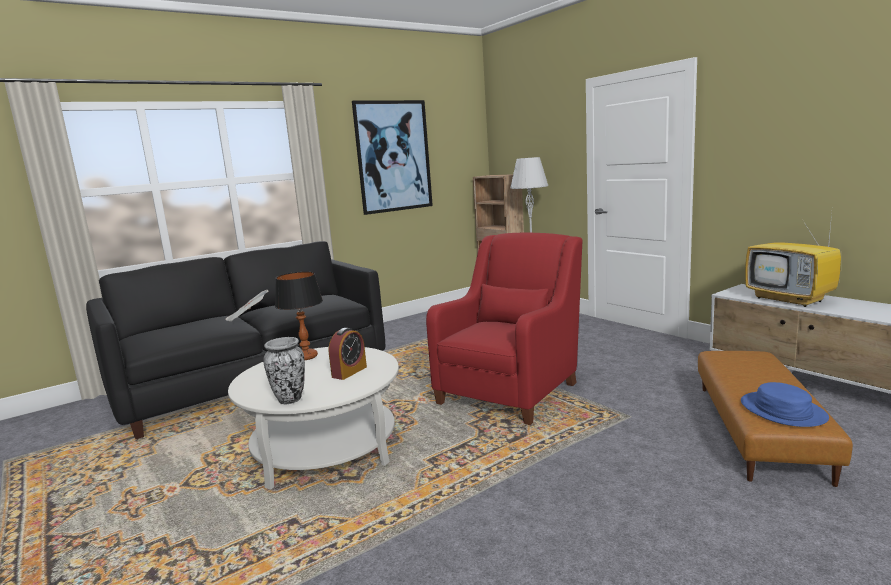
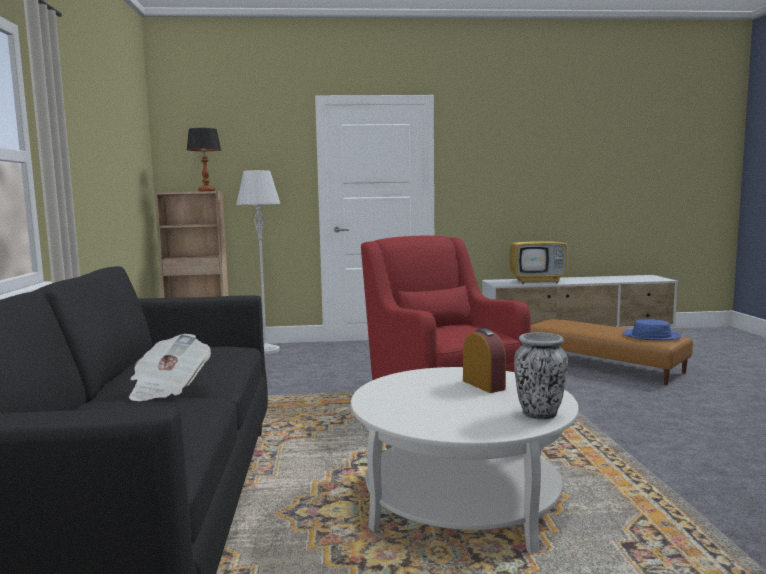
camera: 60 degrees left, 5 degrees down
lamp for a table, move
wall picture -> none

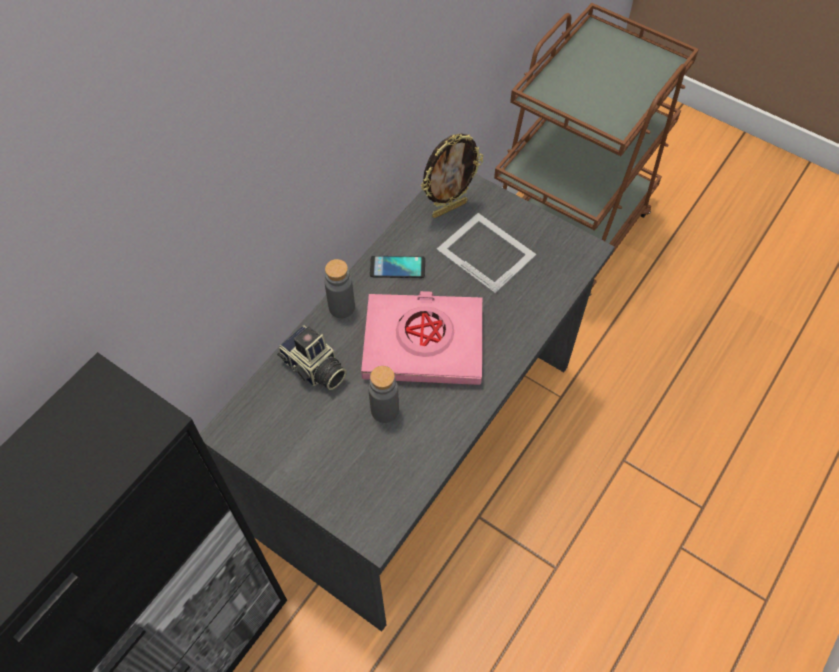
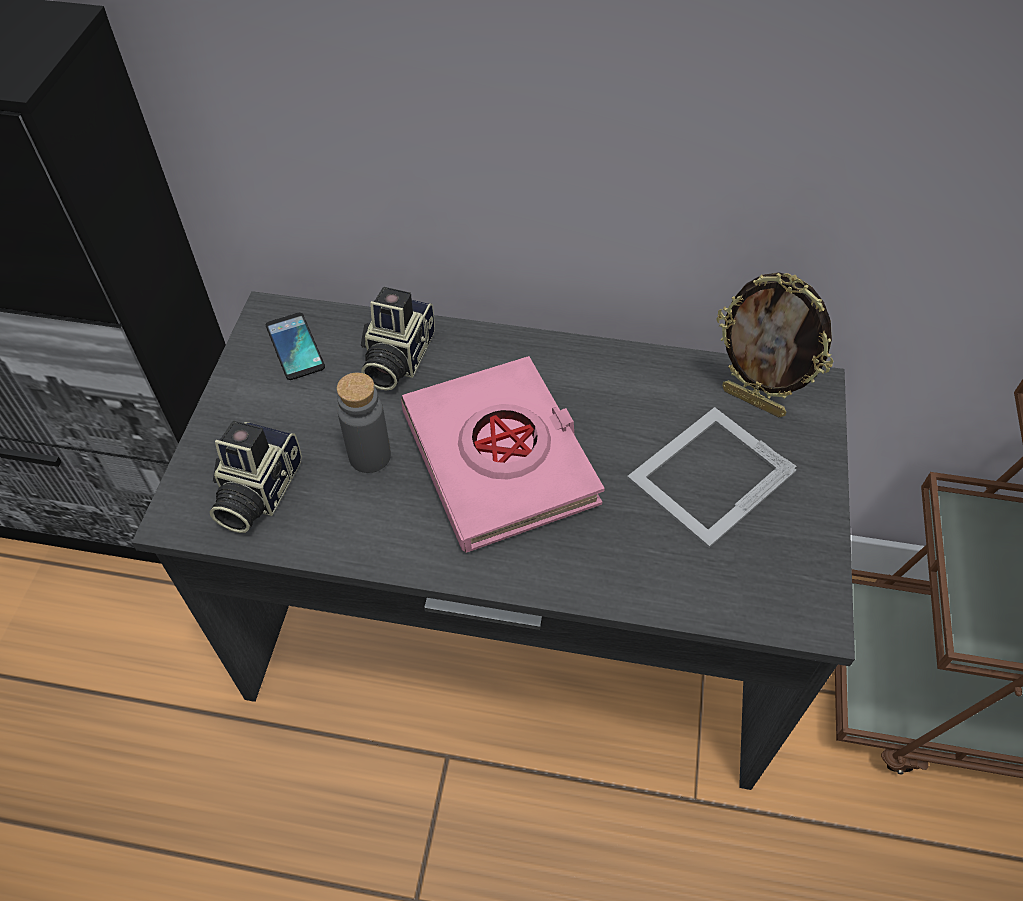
camera: 65 degrees right, 5 degrees down
greyish drink bottle (1st from left) -> none
phone, move
picture frame (2nd from left in the first image) -> picture frame (1st from left), 150 degrees counterclockwise
none -> photo camera (1st from left)

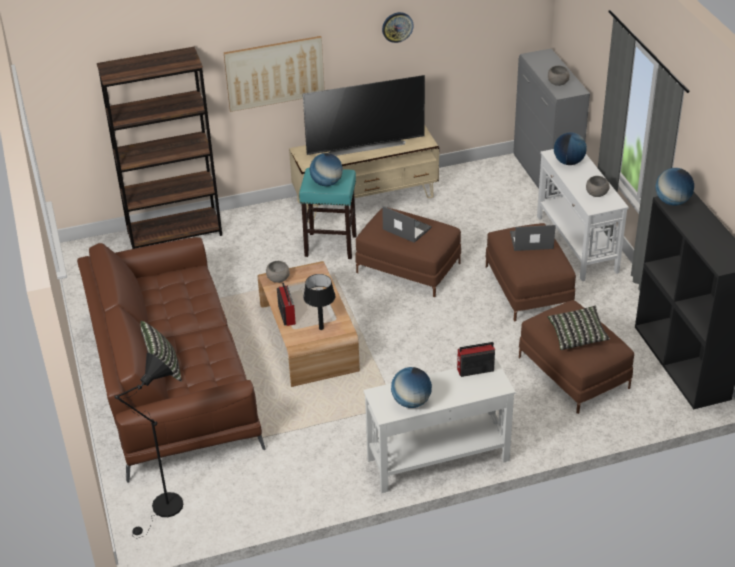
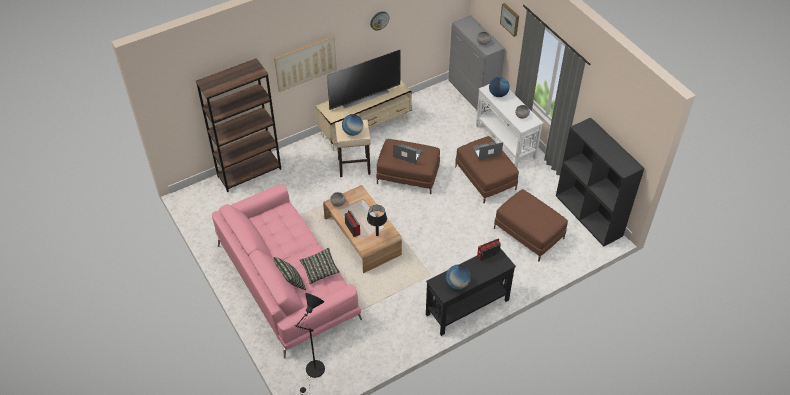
camera: 15 degrees left, 10 degrees up
brown-coloured couch -> pinkish couch
turquoise stool -> sand-coloured stool
whitish console table (1st from left) -> black-coloured console table
pillow (2nd from left), move
world globe (4th from left) -> none
none -> wall picture (2nd from left)

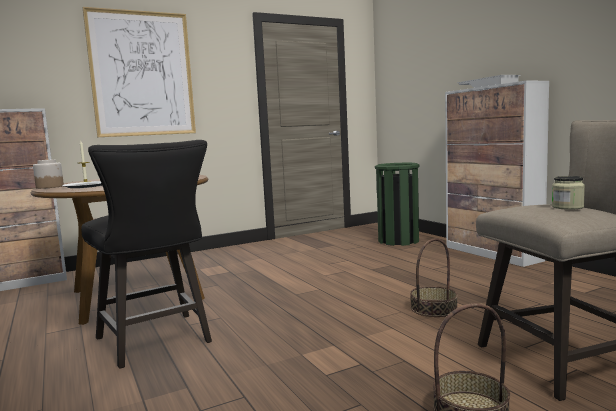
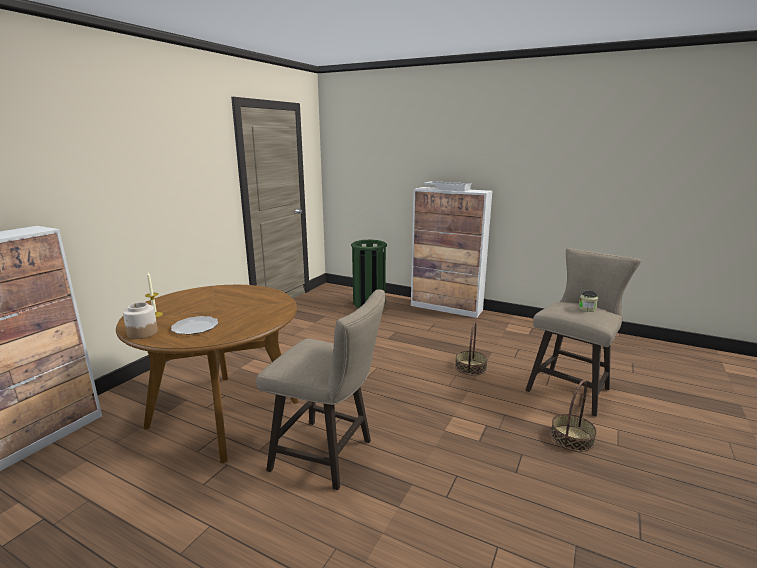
camera: 35 degrees left, 10 degrees up
black-coloured stool -> sand-coloured stool (1st from left)
wall picture -> none

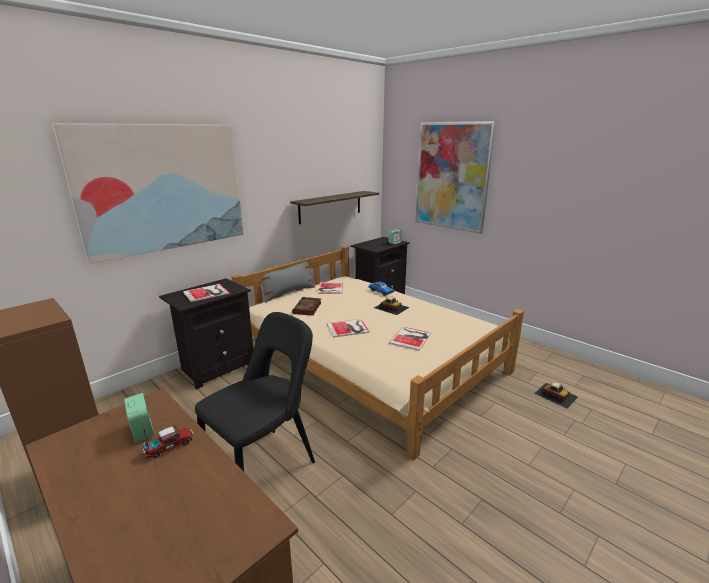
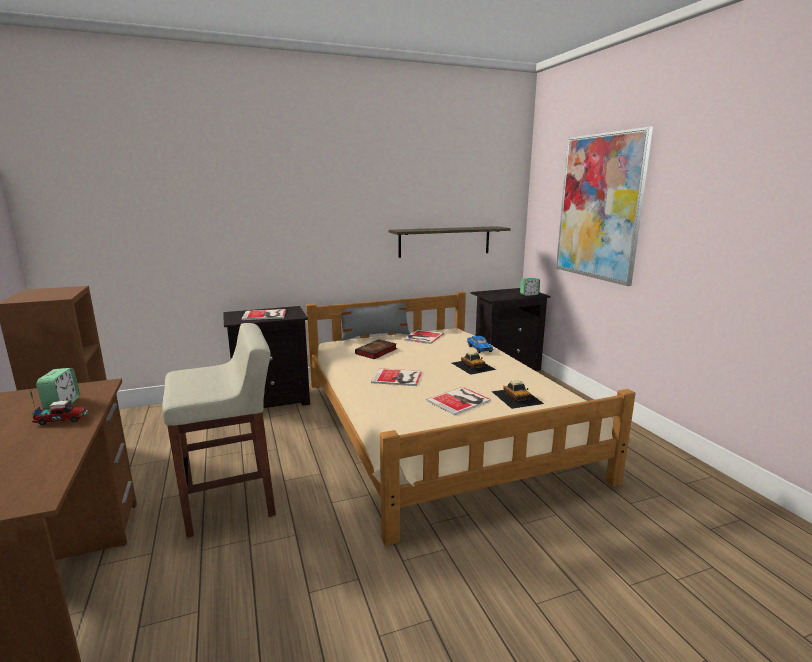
camera: 25 degrees right, 5 degrees down
wall picture (1st from left) -> none
black-coloured plain chair -> sand-coloured stool
toy car (3rd from left), move

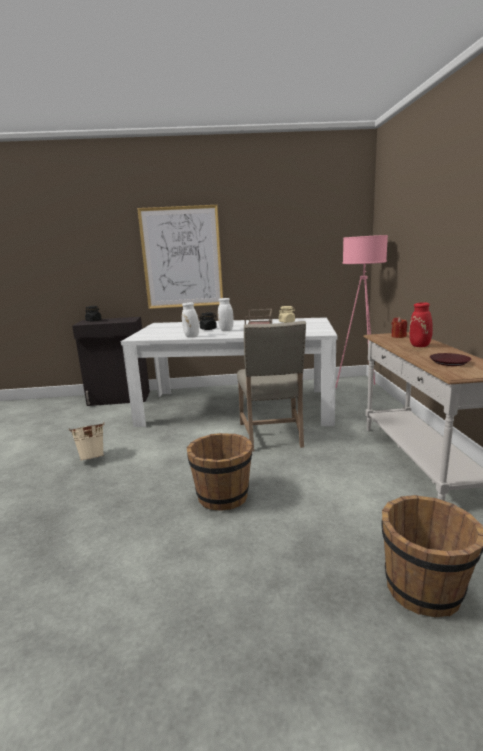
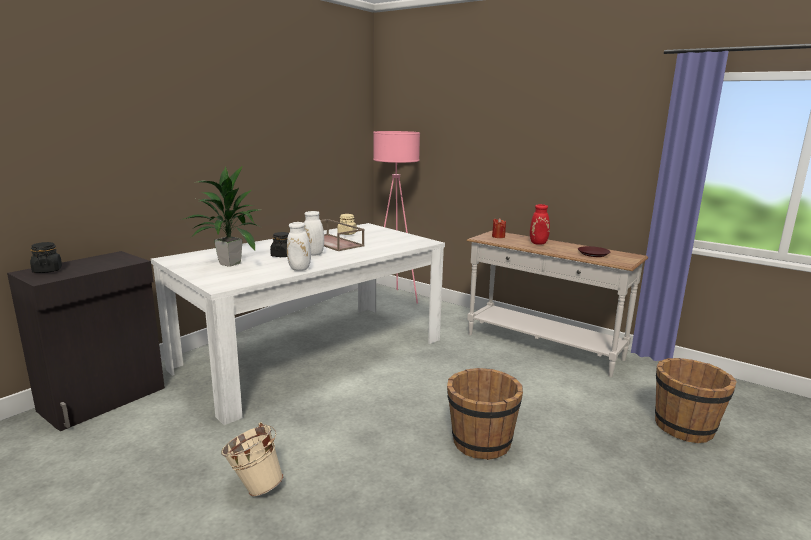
camera: 50 degrees left, 0 degrees up
wall picture -> none
sand-coloured plain chair -> none
none -> plant in a pot

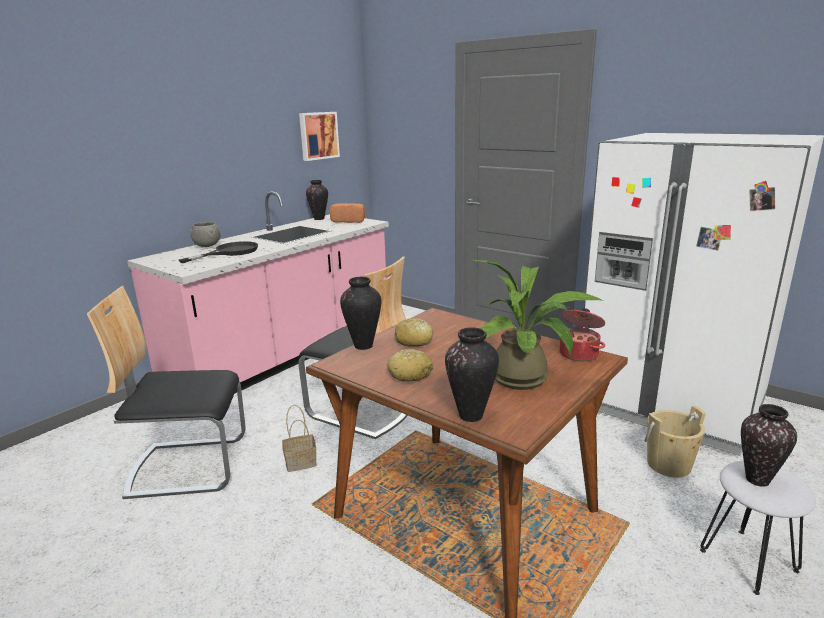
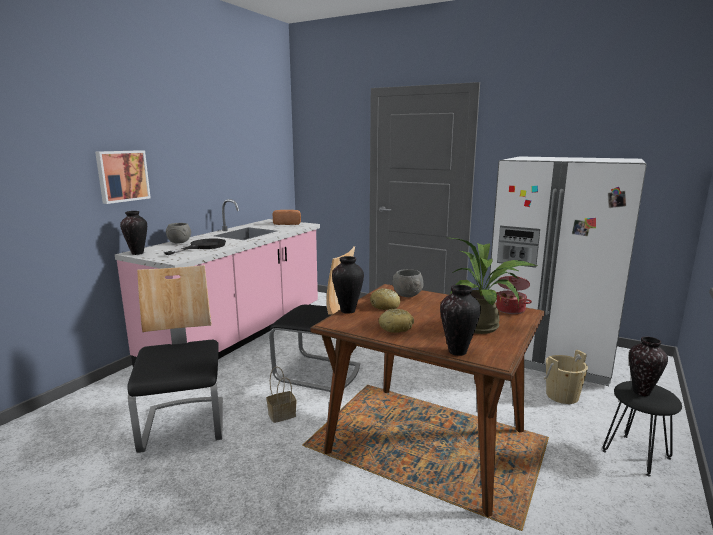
camera: 10 degrees left, 5 degrees down
plain chair (1st from left), 90 degrees clockwise
wall picture, move
flower vase (1st from left), move
whitish stool -> black-coloured stool
none -> greyish deep dish (2nd from left)

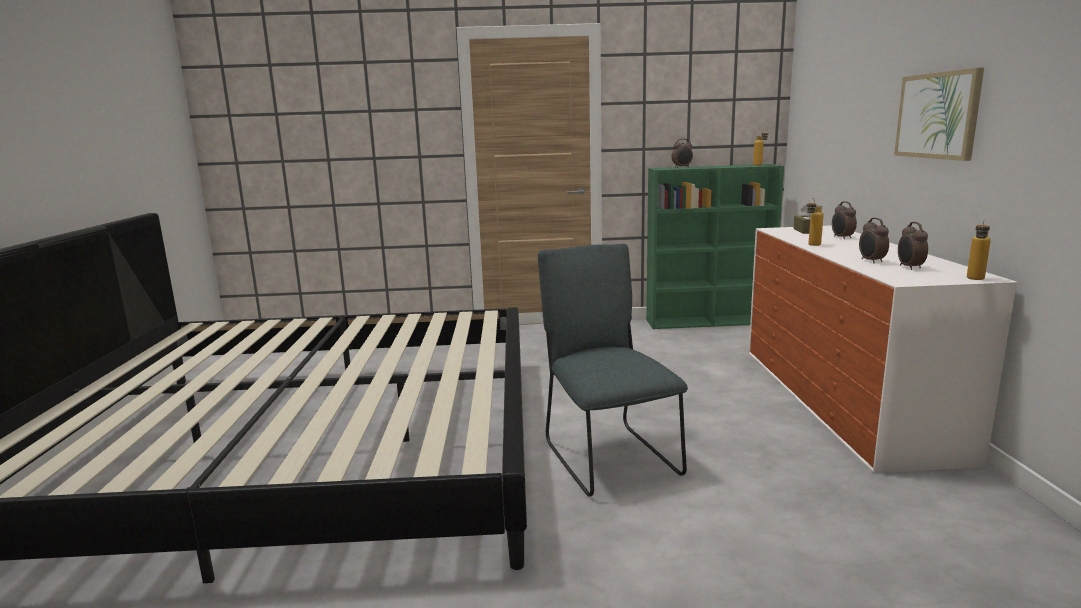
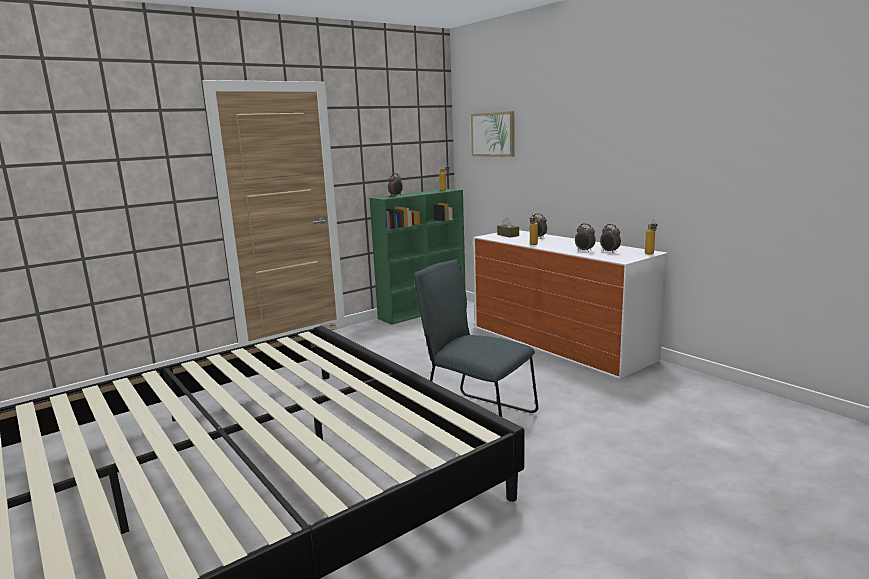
camera: 35 degrees left, 0 degrees up
wall picture, move

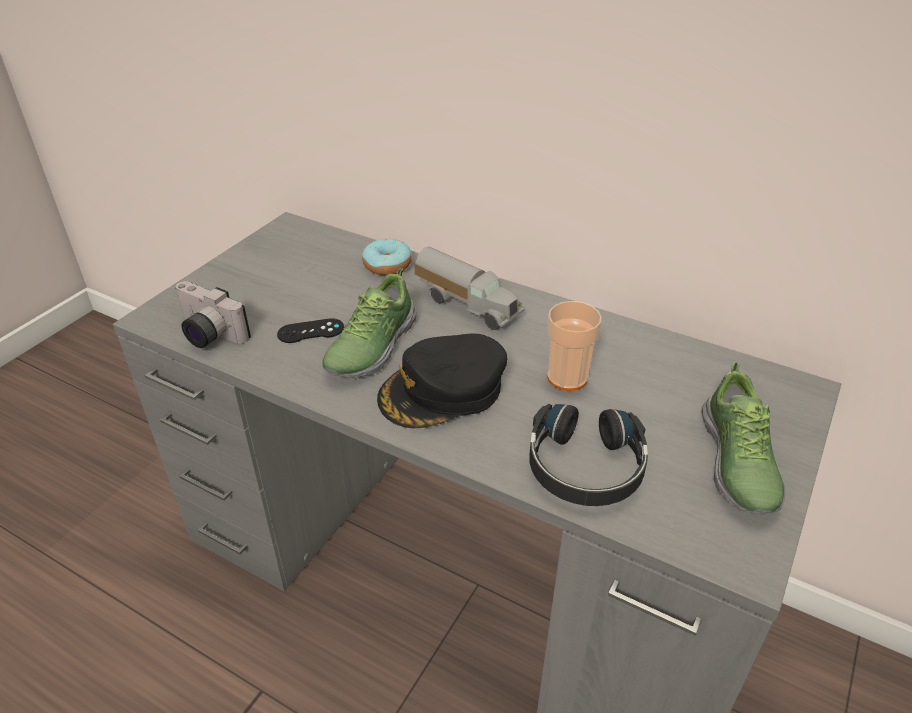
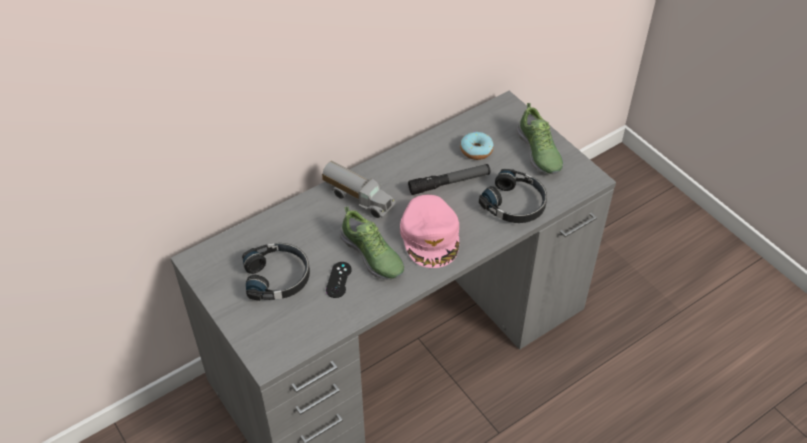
camera: 65 degrees left, 10 degrees up
photo camera -> none
ring doughnut, move
black-coloured peaked cap -> pinkish peaked cap
toy lorry, 60 degrees clockwise
small cup -> flashlight
low shoe (2nd from left), 45 degrees clockwise
none -> black-coloured pair of headphones (1st from left)

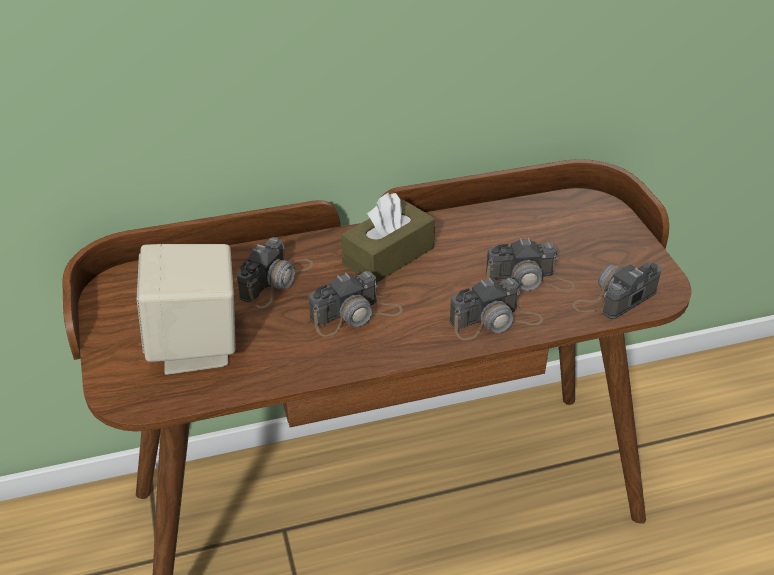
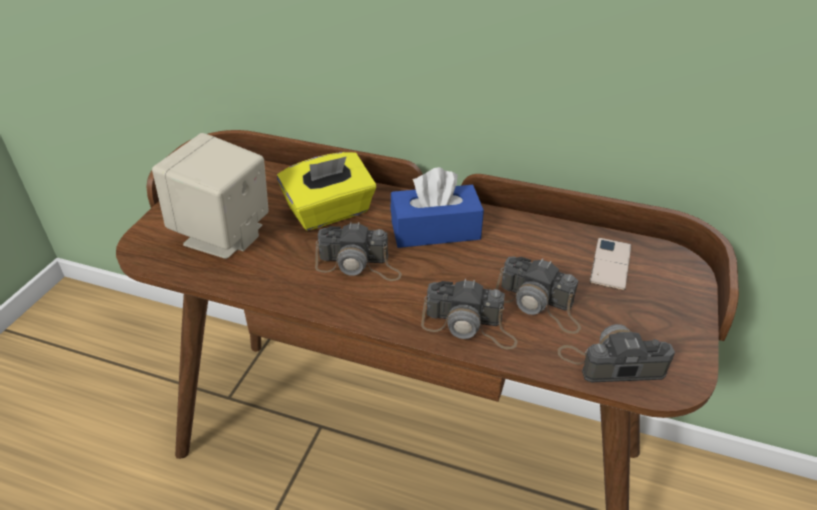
camera: 35 degrees right, 0 degrees up
photo camera (1st from left) -> yellow box of tissues
brown-coloured box of tissues -> blue box of tissues
none -> phone

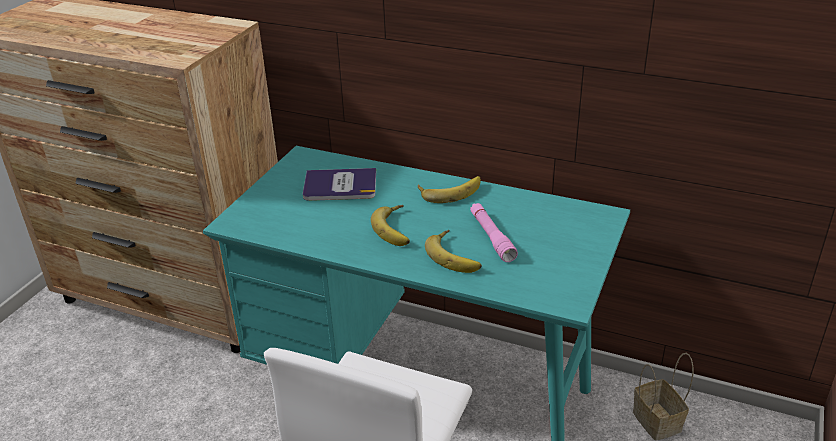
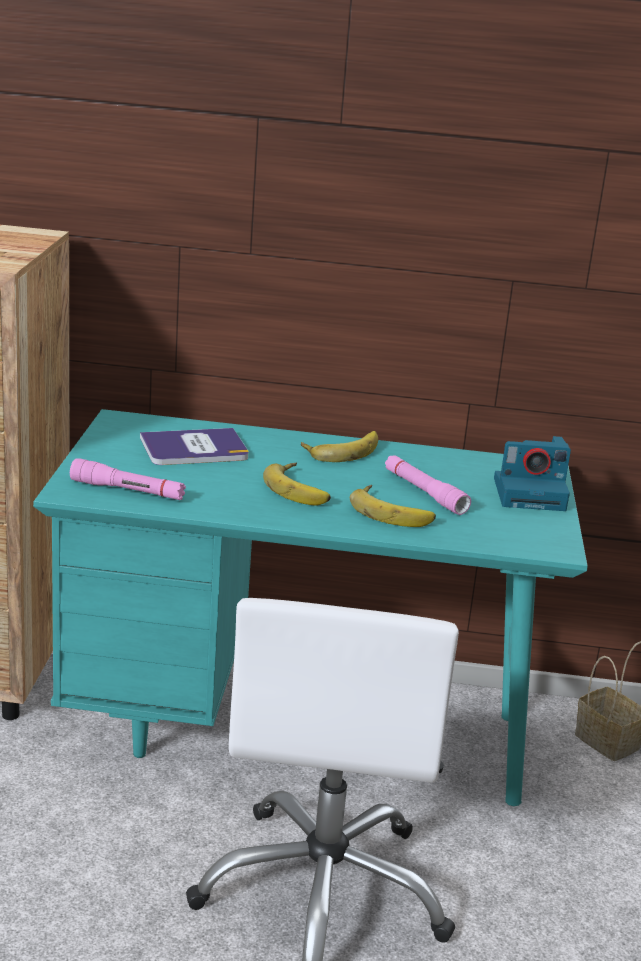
camera: 20 degrees left, 10 degrees down
none -> pinkish flashlight (1st from left)
none -> photo camera

